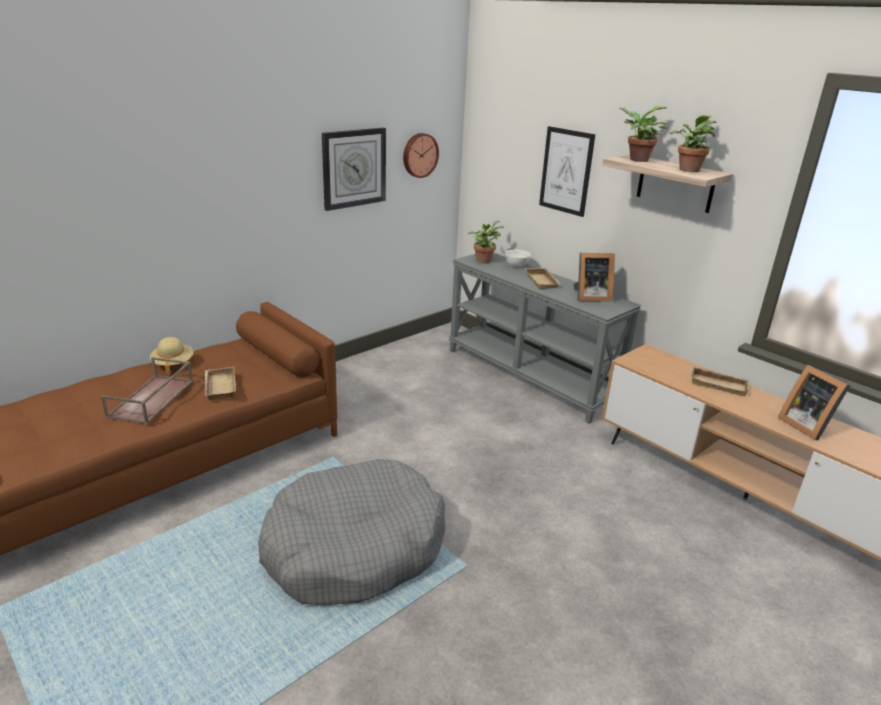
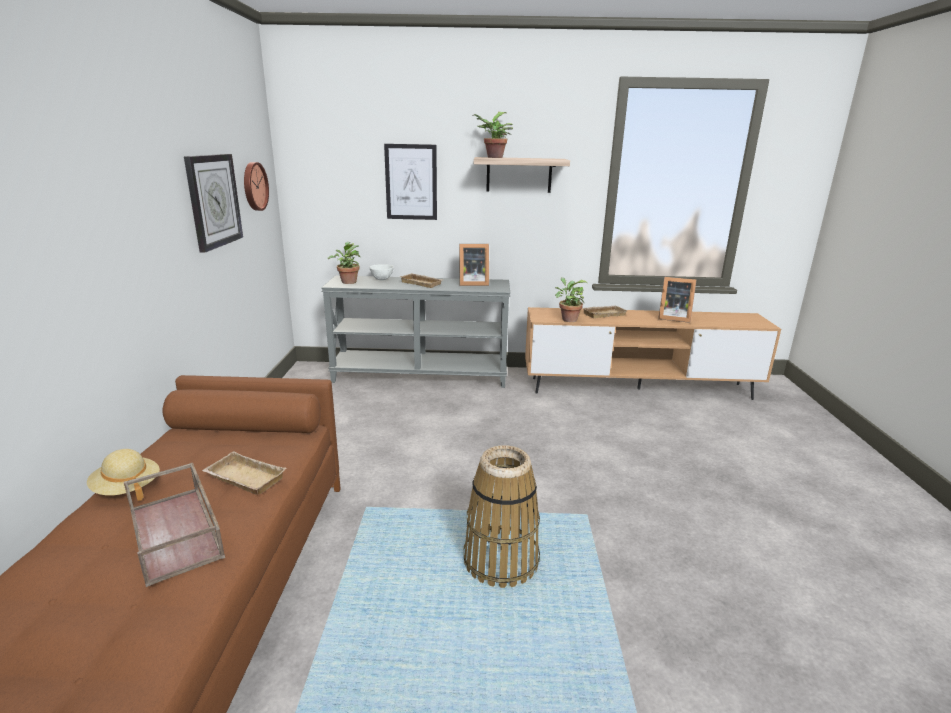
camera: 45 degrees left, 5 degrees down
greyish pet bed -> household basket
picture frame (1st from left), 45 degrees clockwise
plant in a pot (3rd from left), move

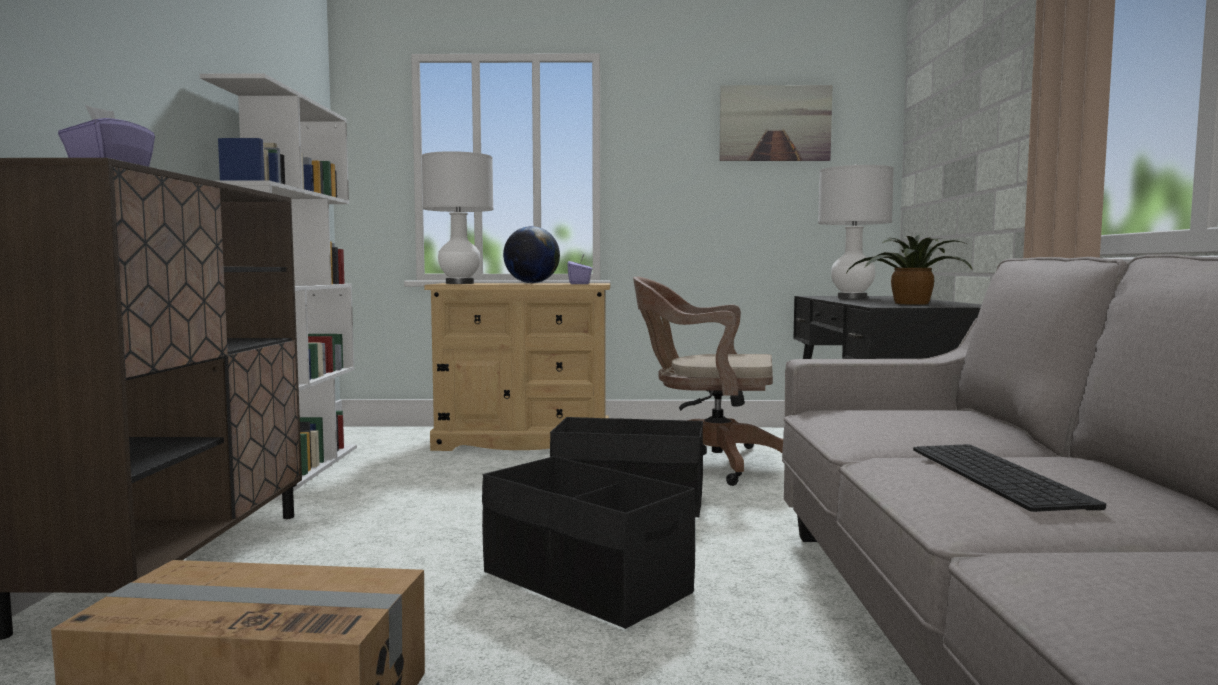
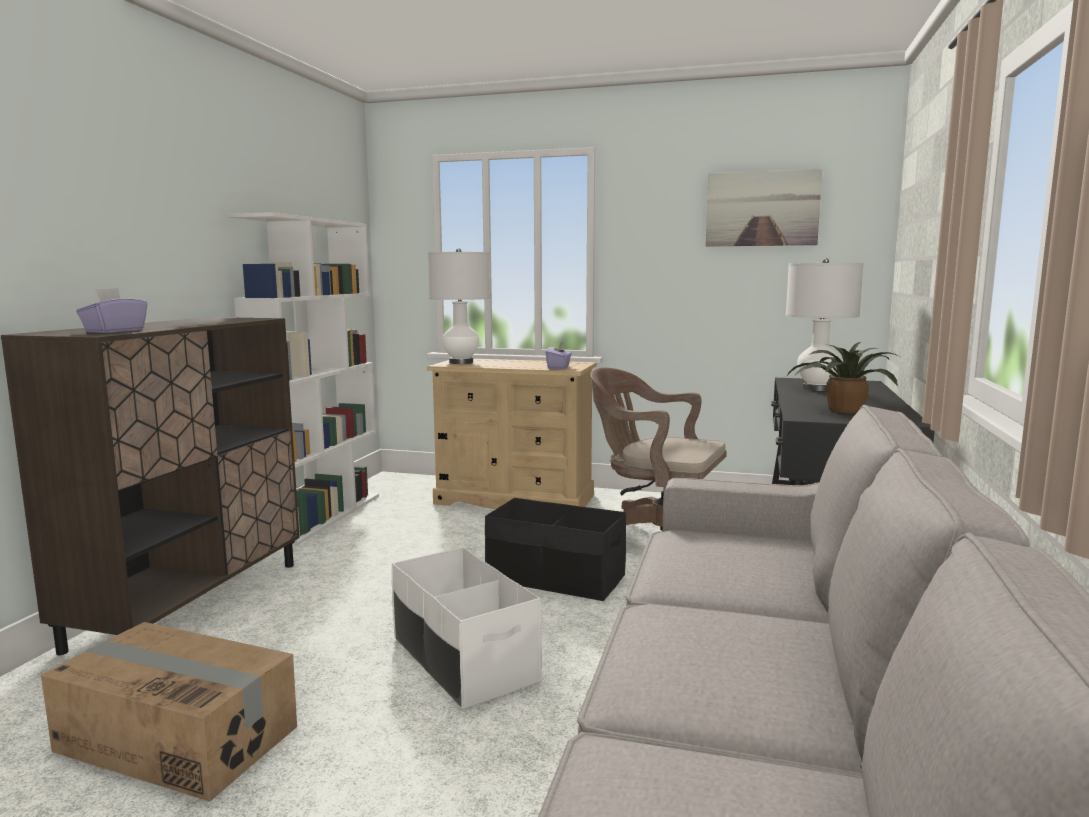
camera: 15 degrees right, 5 degrees up
black-coloured storage container (1st from left) -> whitish storage container
world globe -> none
PC keyboard -> none

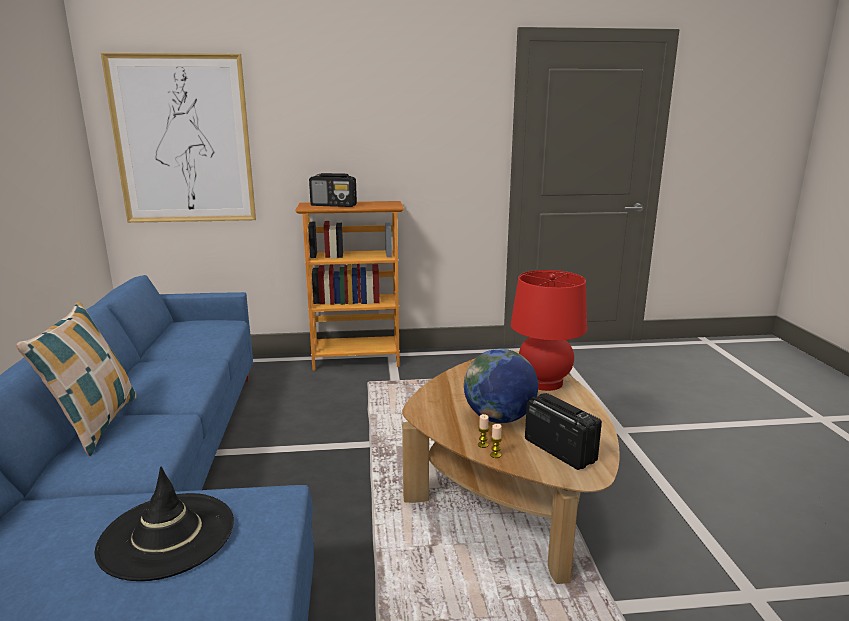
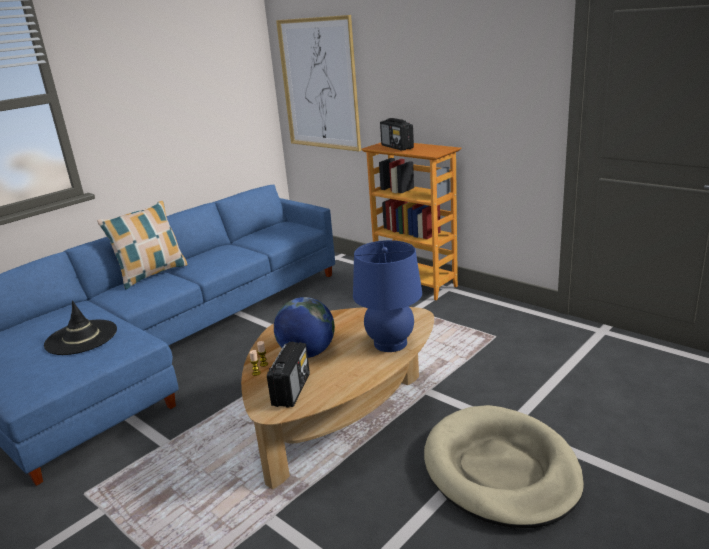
camera: 50 degrees right, 5 degrees up
red-coloured lamp for a table -> blue lamp for a table
none -> sand-coloured pet bed

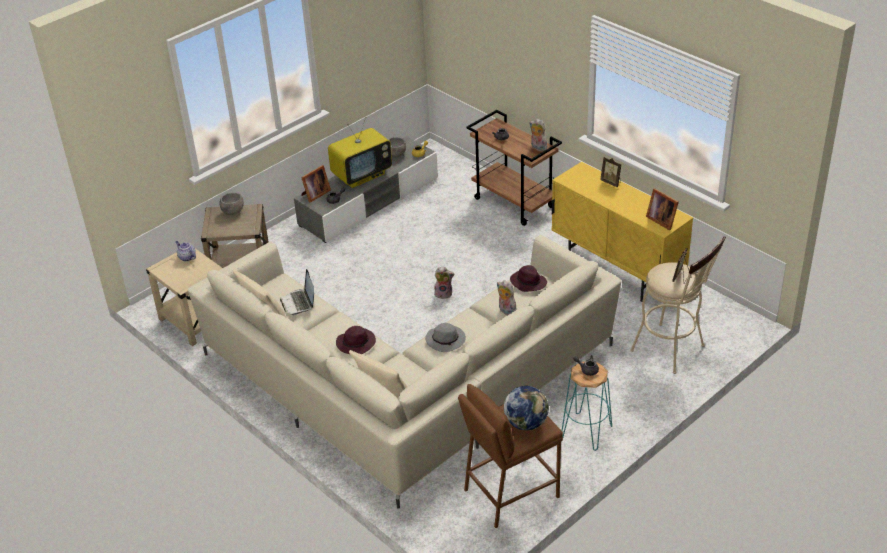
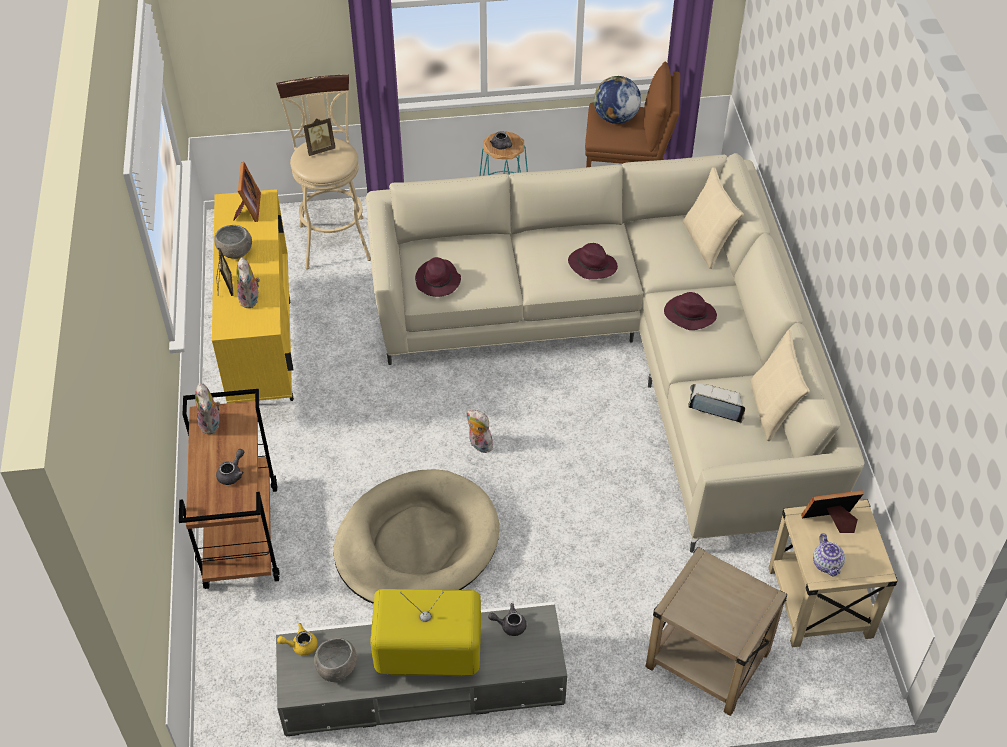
camera: 145 degrees left, 10 degrees up
greyish deep dish (1st from left), move
notebook computer, 90 degrees counterclockwise
picture frame (1st from left in the first image) -> picture frame (4th from left), move
greyish clothing hat -> purple clothing hat (2nd from left)
soft toy (2nd from left), move
none -> sand-coloured pet bed

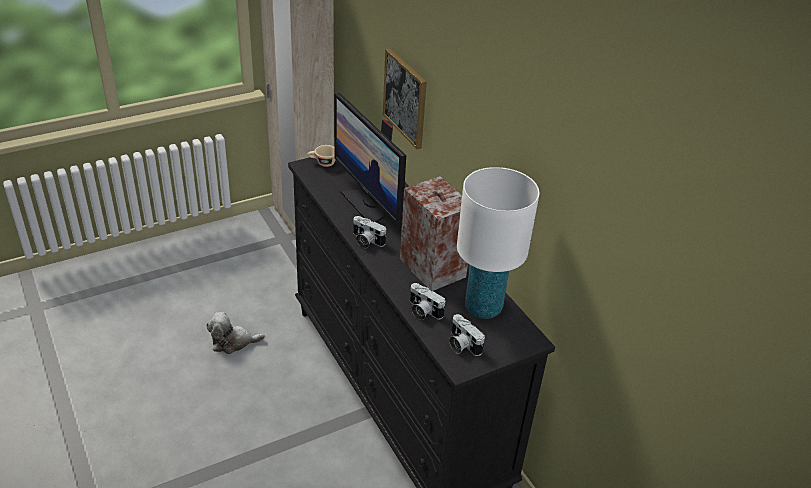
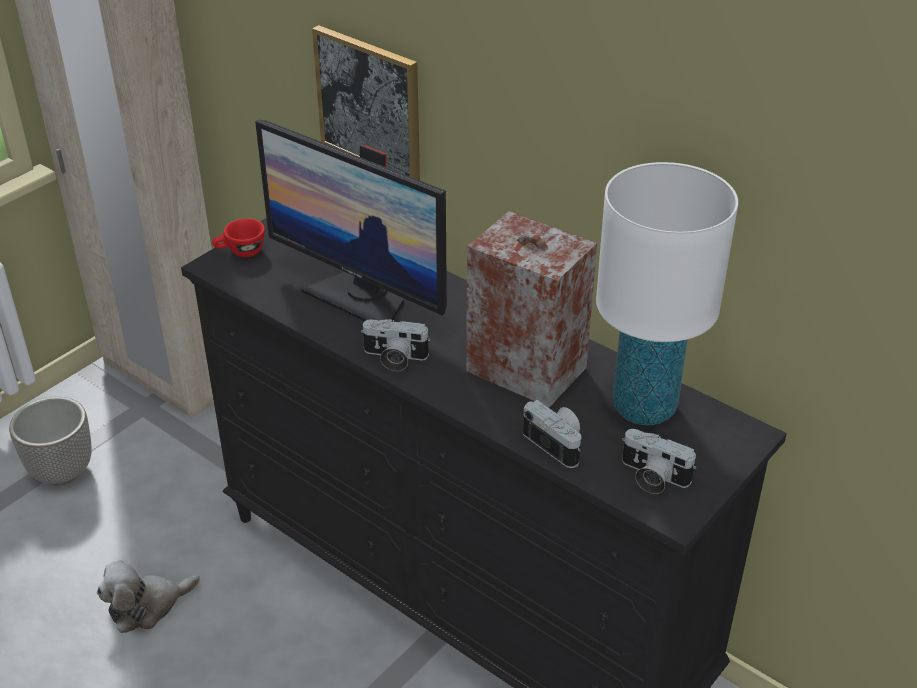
camera: 20 degrees left, 0 degrees up
sand-coloured small cup -> red-coloured small cup
photo camera (2nd from left), 150 degrees counterclockwise
none -> planter

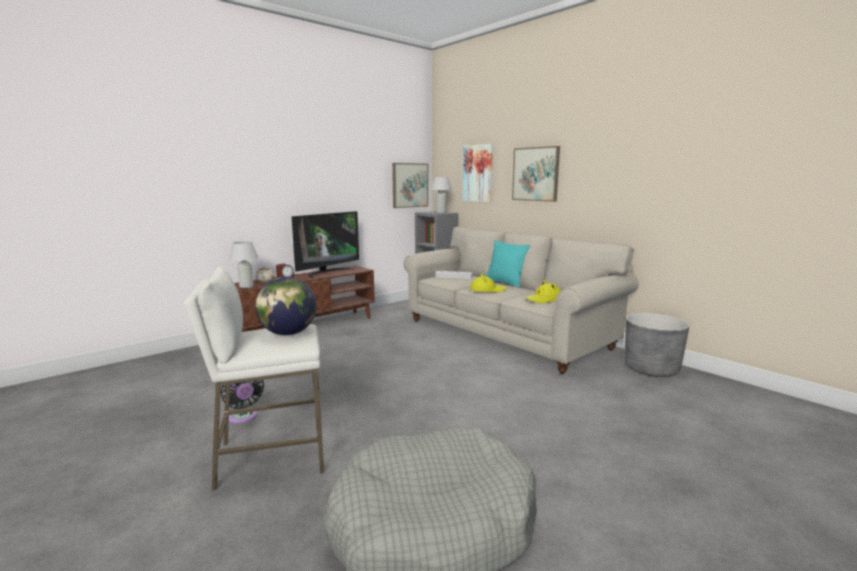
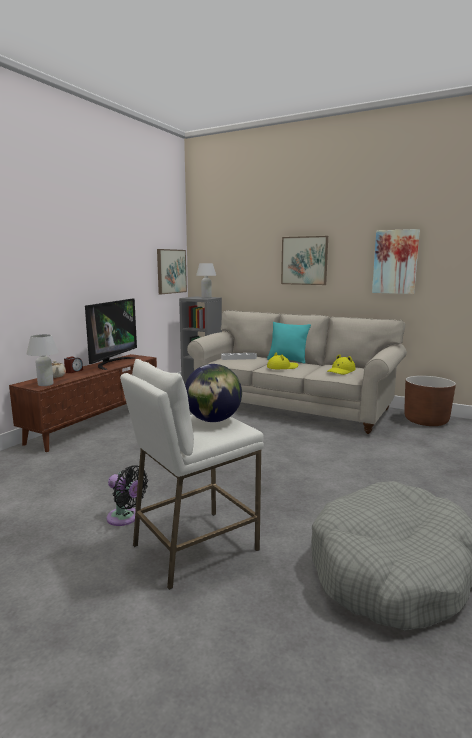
camera: 20 degrees left, 0 degrees up
wall picture (2nd from left in the first image) -> wall picture (3rd from left), move
greyish planter -> brown-coloured planter

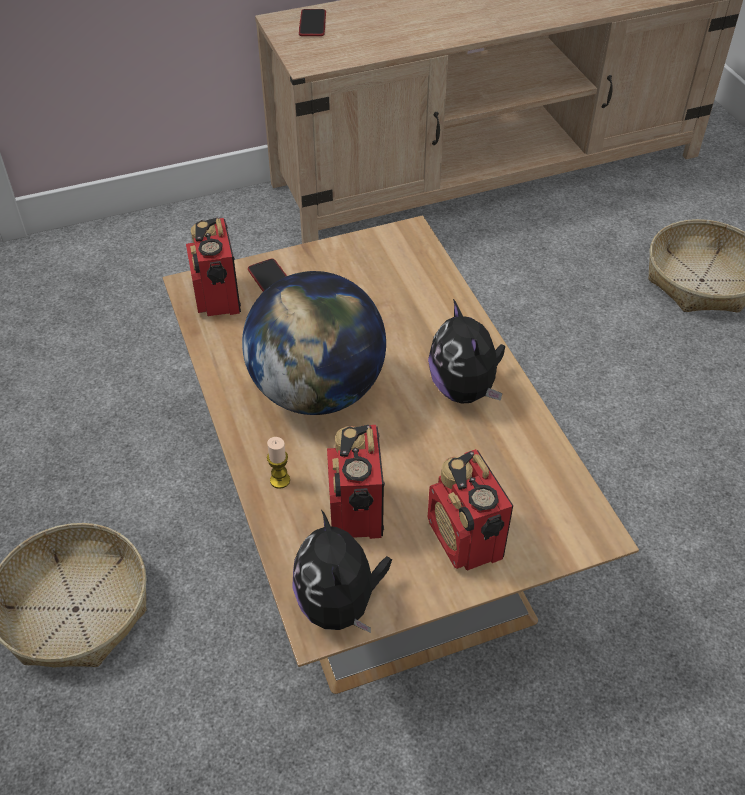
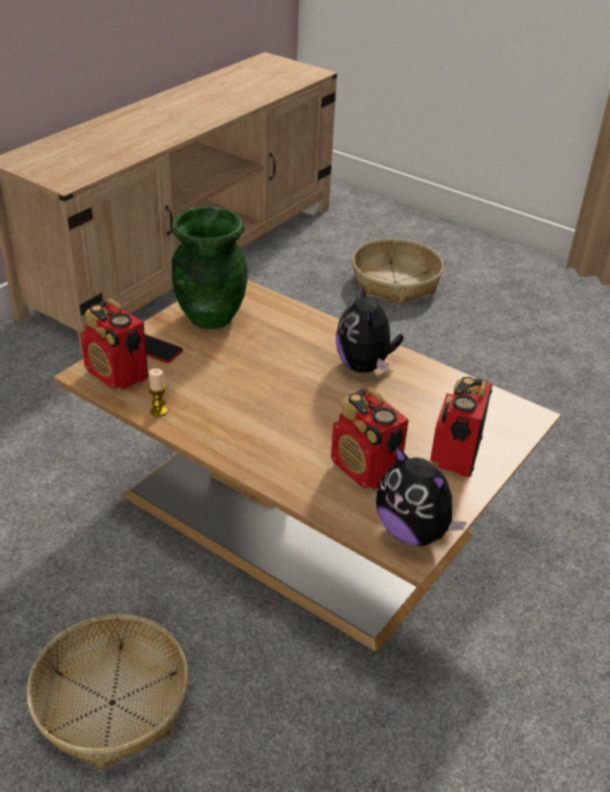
camera: 35 degrees left, 10 degrees down
world globe -> none
wax candle, move
phone (2nd from left) -> none
soft toy (2nd from left in the first image) -> soft toy (1st from left), 45 degrees clockwise
radio receiver (3rd from left), 75 degrees clockwise
none -> greenish flower vase

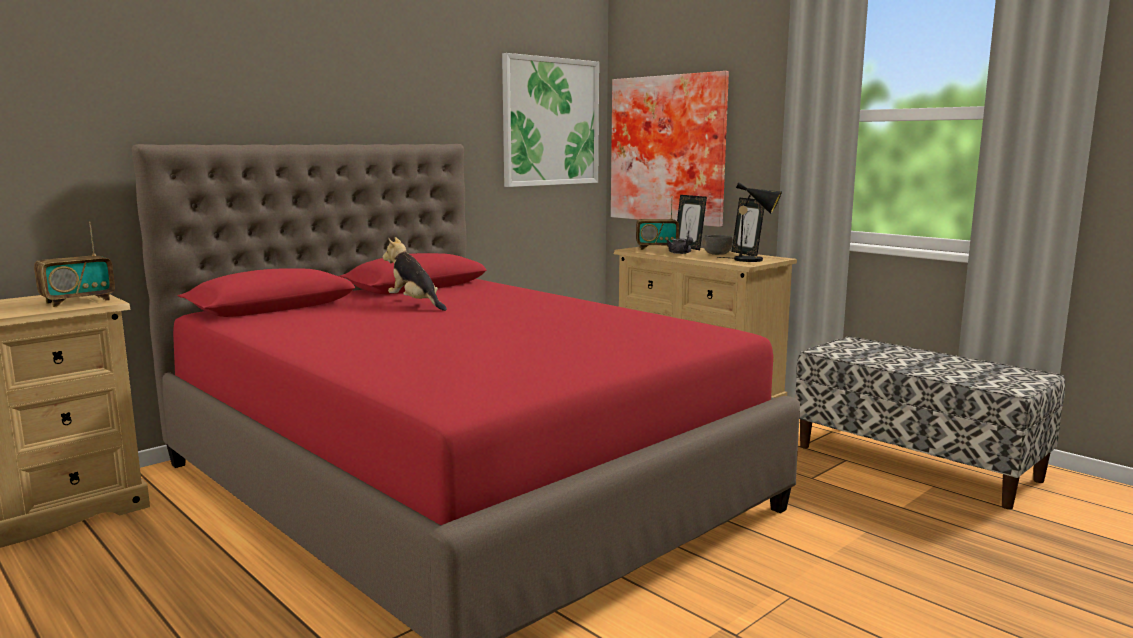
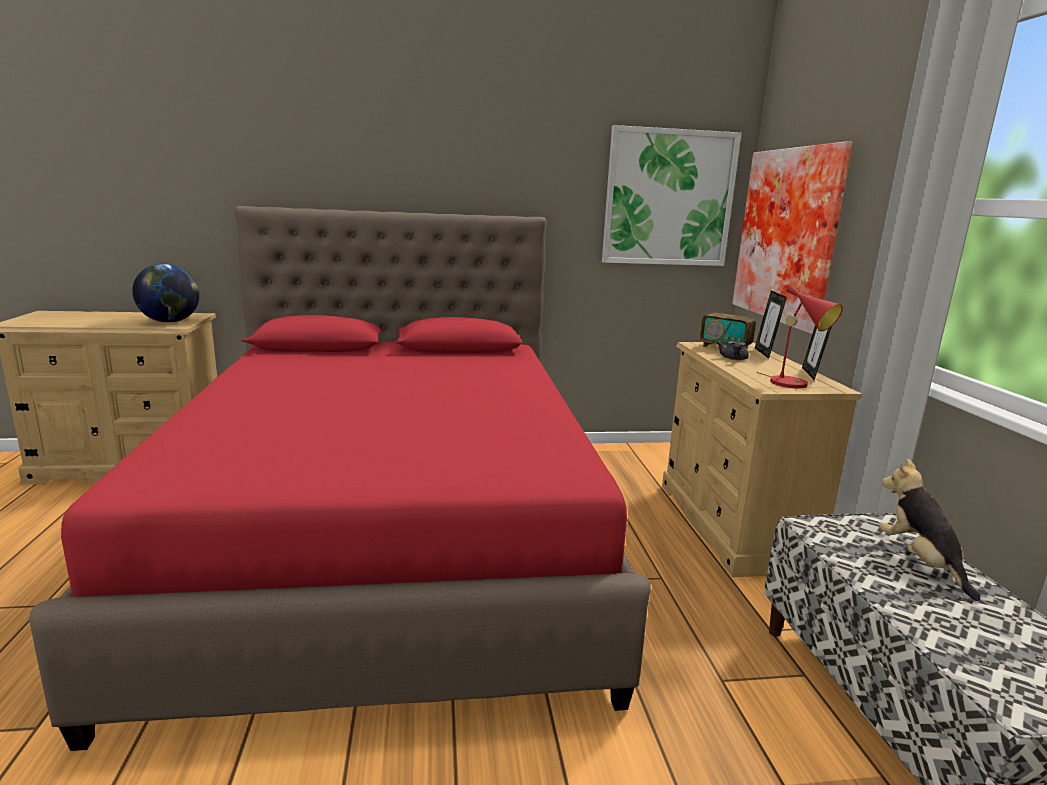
camera: 35 degrees right, 5 degrees up
radio receiver (1st from left) -> world globe
soft toy, move
greyish deep dish -> none
black-coloured lamp for a table -> red-coloured lamp for a table

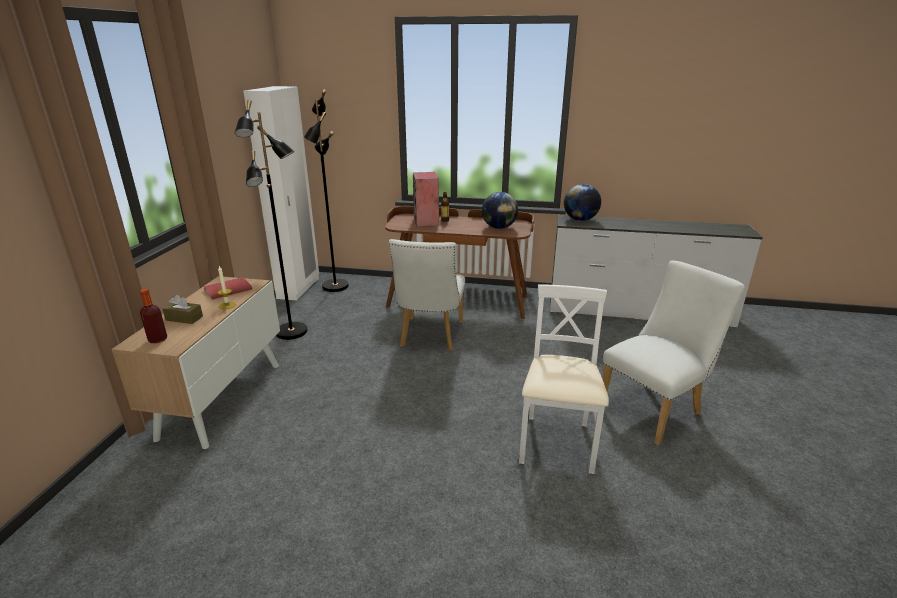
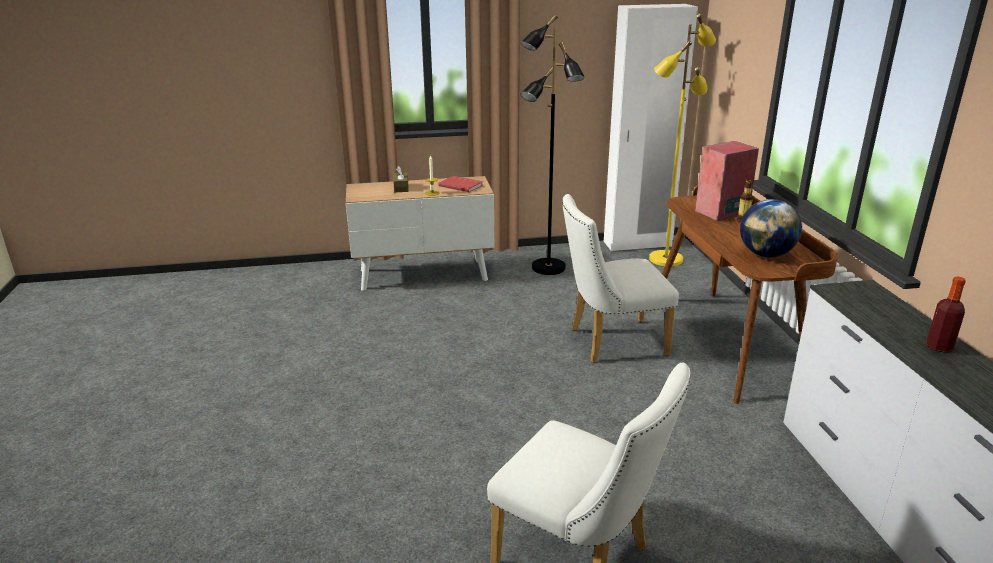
camera: 70 degrees right, 0 degrees up
drink bottle (1st from left in the first image) -> drink bottle (2nd from left), move
black-coloured floor lamp (2nd from left) -> yellow floor lamp
whitish plain chair (2nd from left) -> none
world globe (2nd from left) -> none

